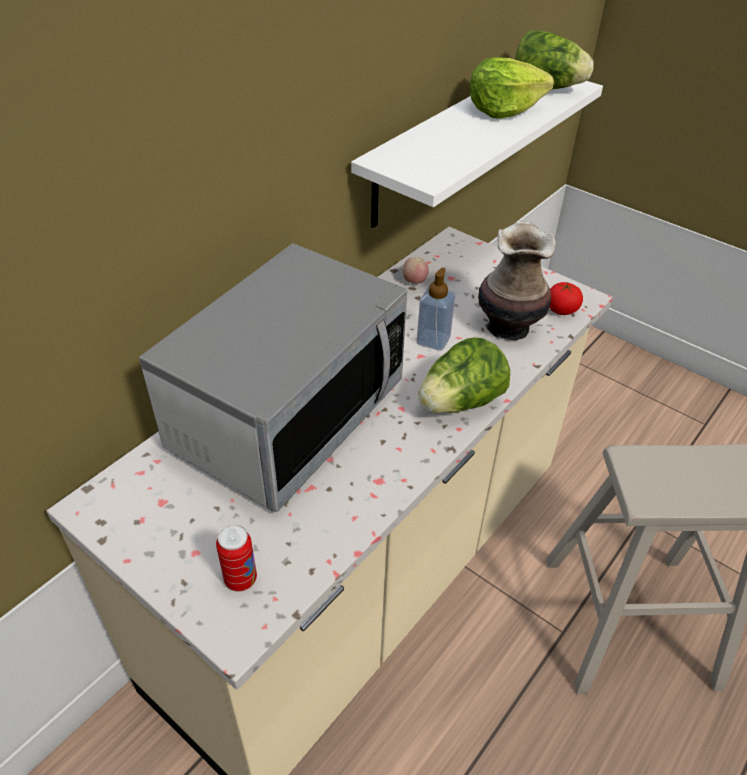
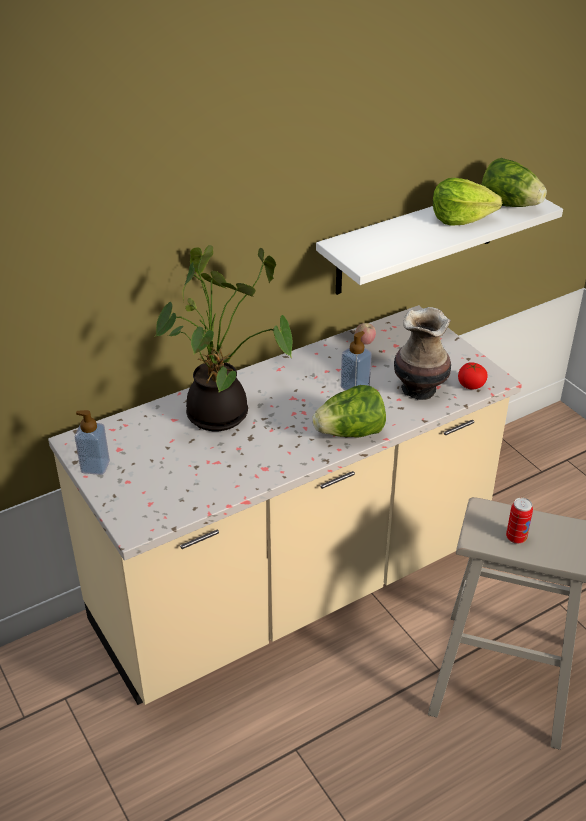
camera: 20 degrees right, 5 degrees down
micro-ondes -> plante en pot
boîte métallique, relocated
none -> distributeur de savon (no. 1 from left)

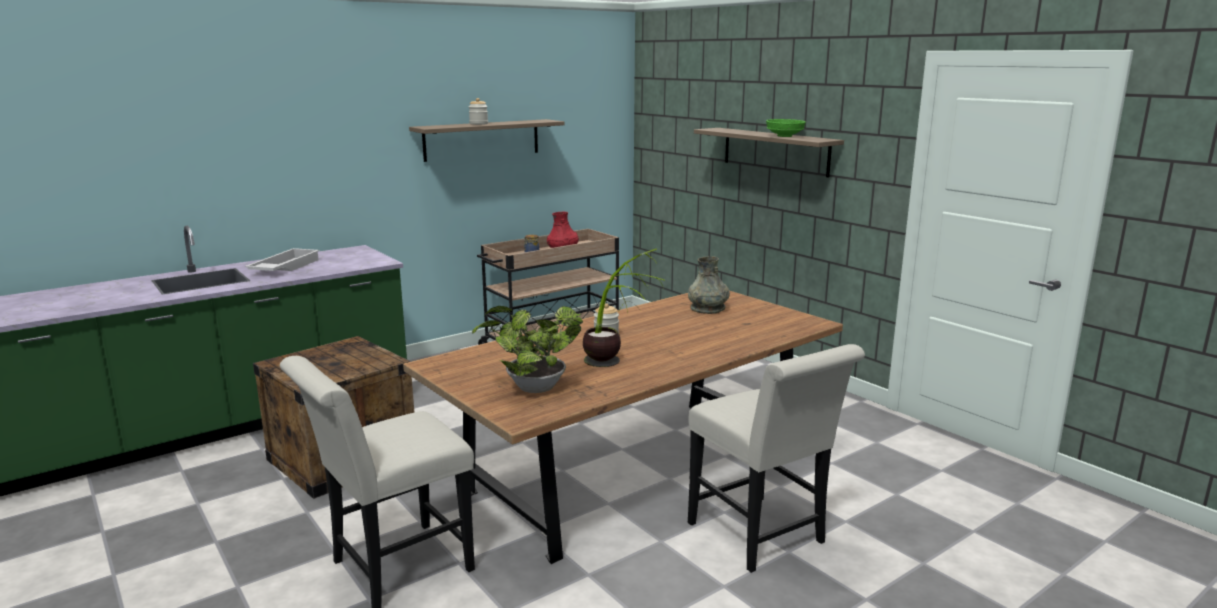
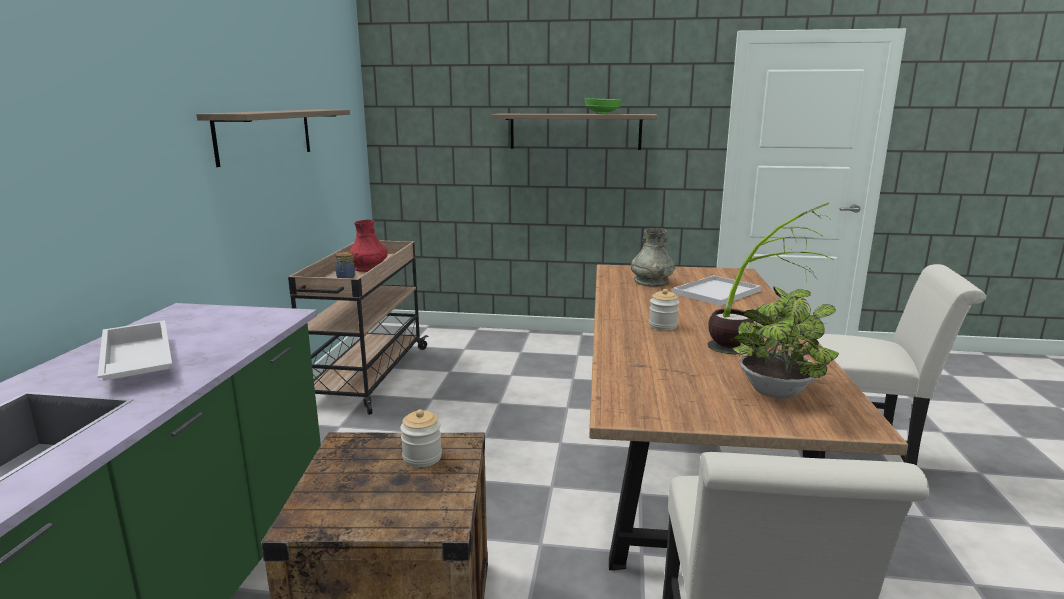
camera: 45 degrees left, 0 degrees up
bocal (no. 1 from left in the first image) -> bocal (no. 2 from left), relocated
none -> plateau/blanc (no. 2 from left)

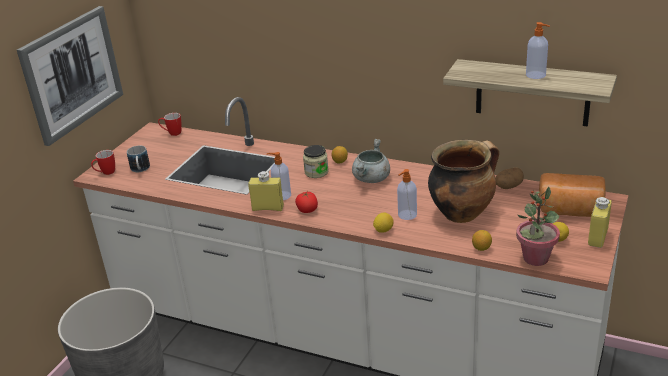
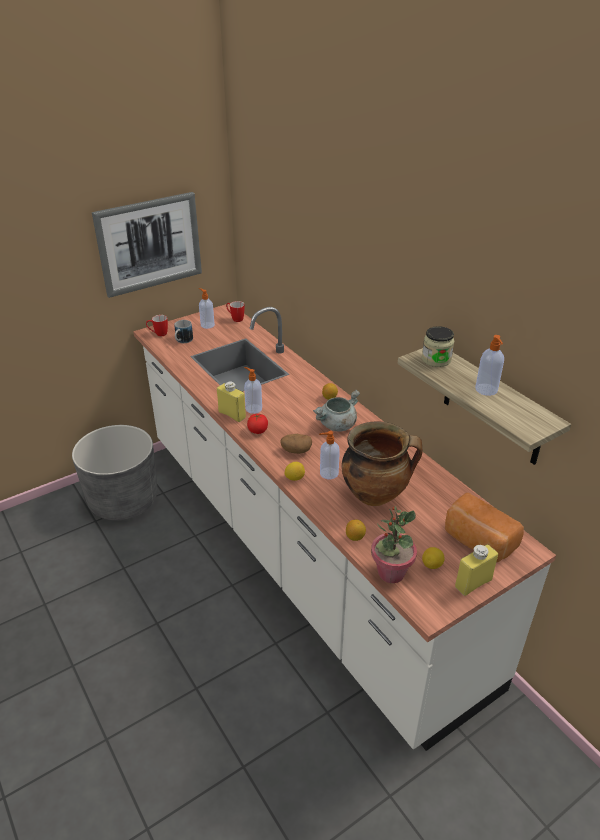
camera: 30 degrees right, 5 degrees up
bocal, relocated
pomme de terre, relocated
none -> distributeur de savon (no. 1 from left)

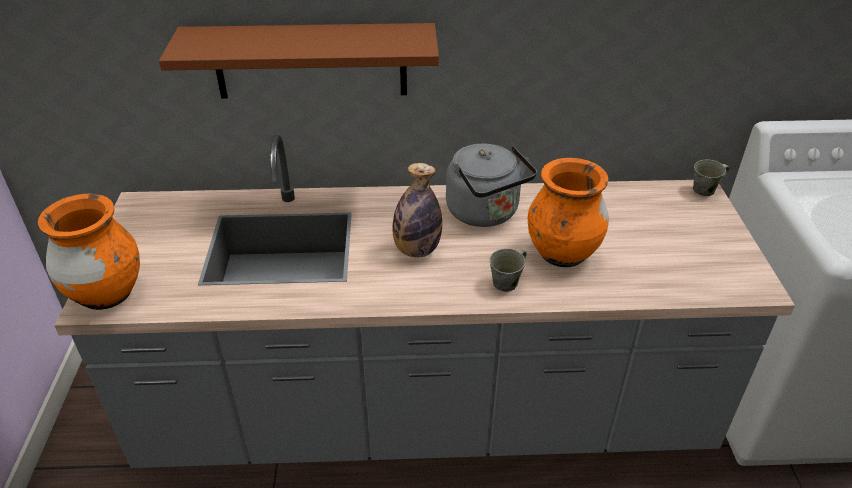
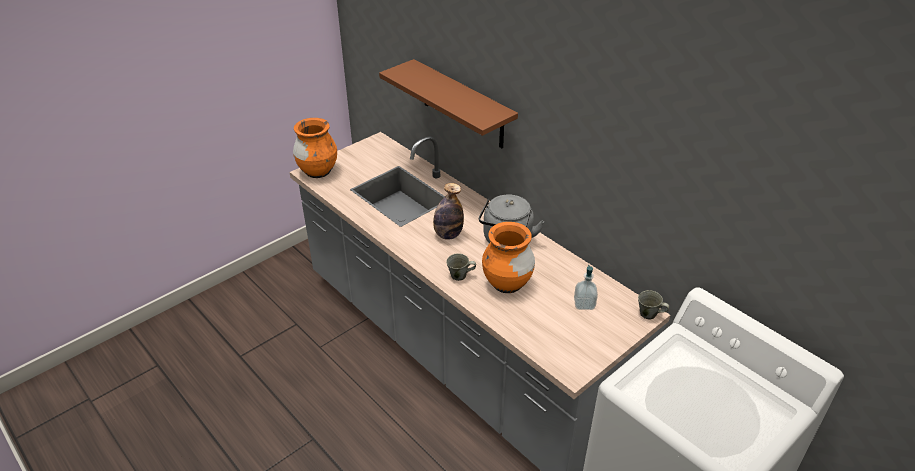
camera: 50 degrees right, 0 degrees up
none -> distributeur de savon

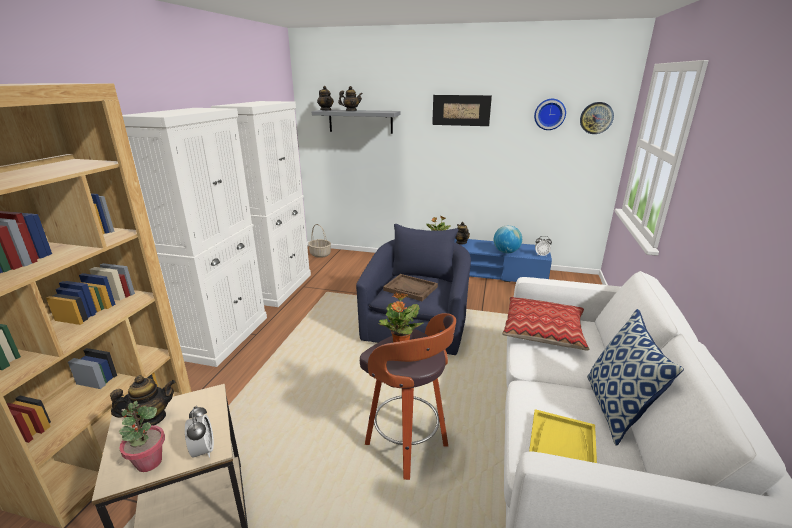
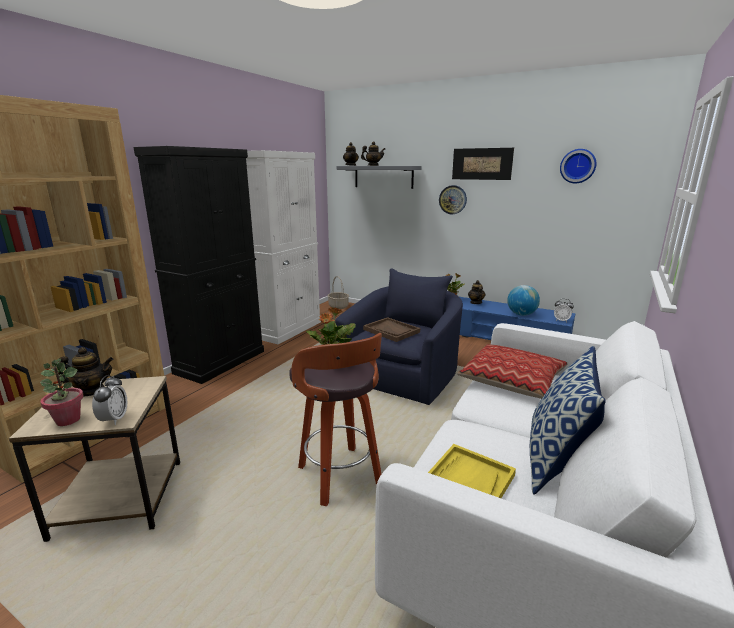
camera: 15 degrees right, 5 degrees down
meuble de rangement/blanc (no. 1 from left) -> meuble de rangement/noir
horloge murale (no. 2 from left in the first image) -> horloge murale (no. 1 from left), relocated

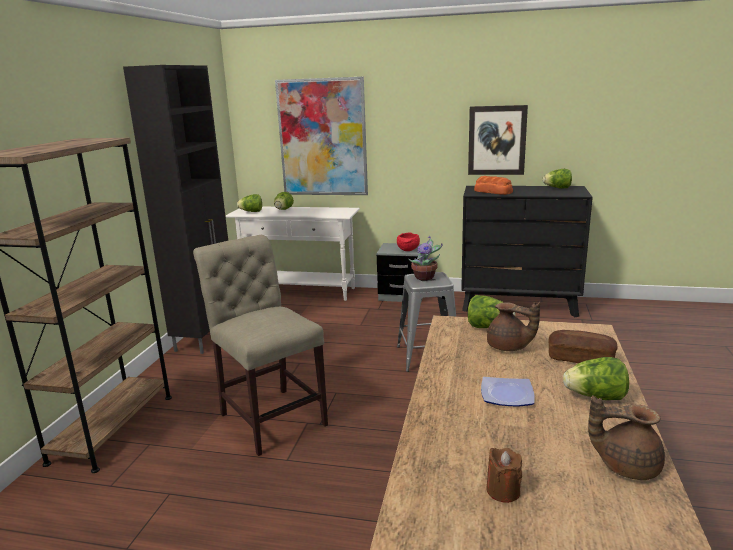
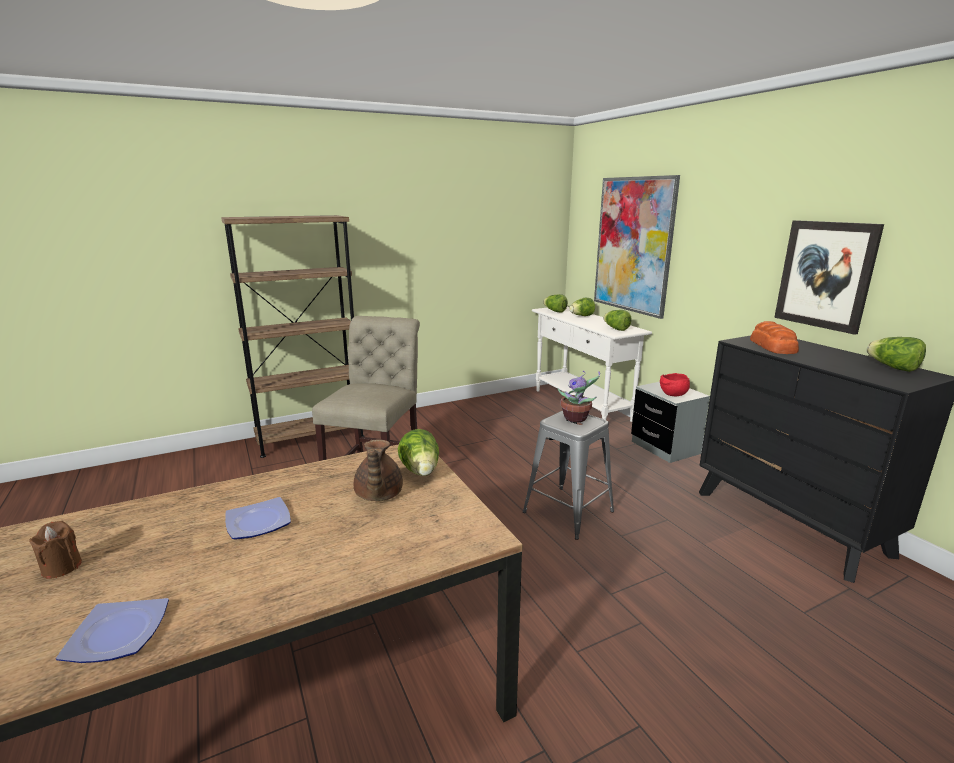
camera: 50 degrees right, 0 degrees up
meuble de rangement/noir -> none
pain (no. 2 from left) -> none
laitue (no. 5 from left in the first image) -> laitue (no. 4 from left), relocated
théière/marron (no. 2 from left) -> assiette (no. 1 from left)

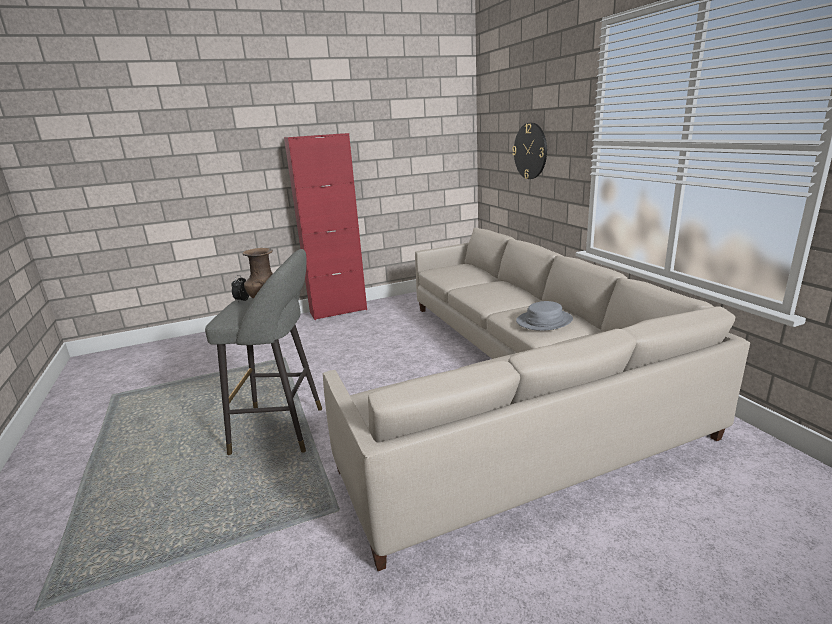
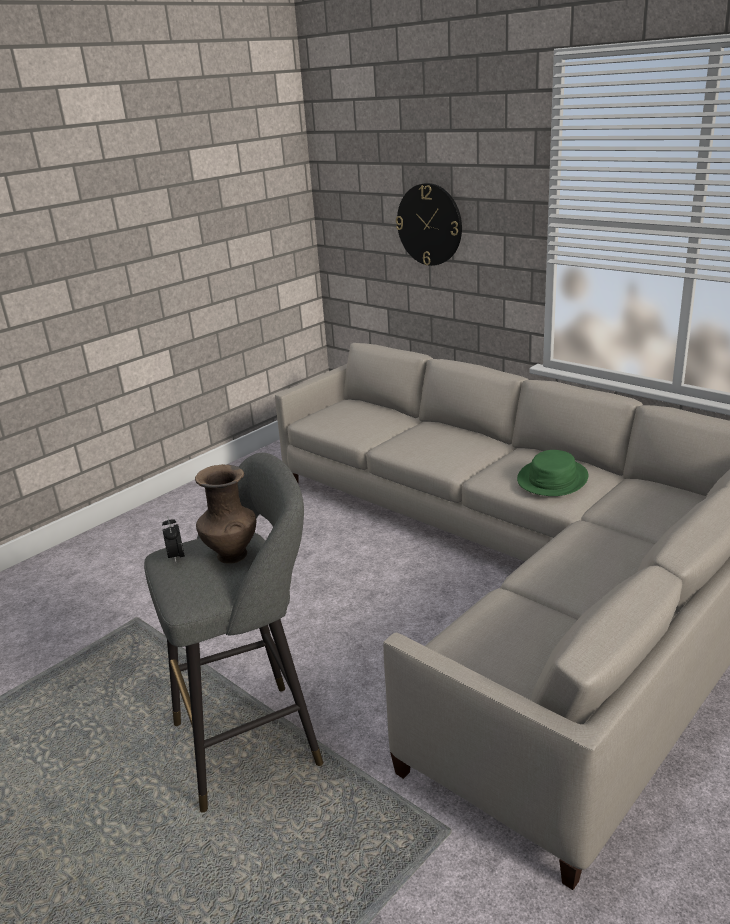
camera: 25 degrees left, 5 degrees up
meuble de rangement/rouge -> none
chapeau/gris -> chapeau/vert

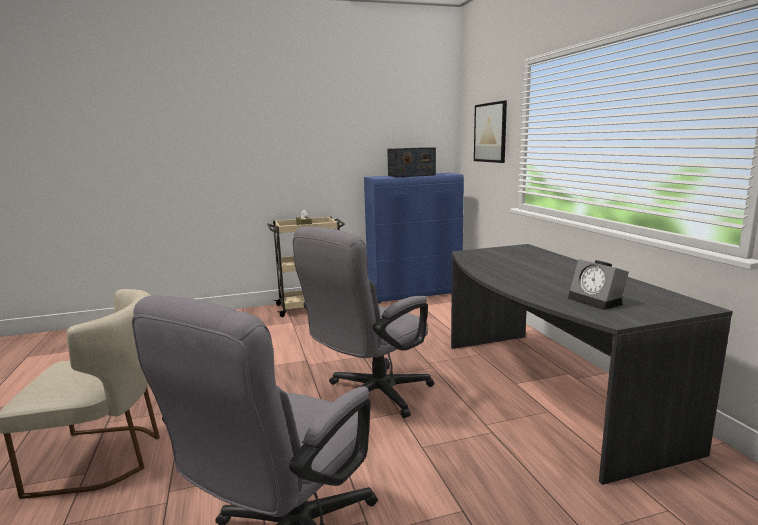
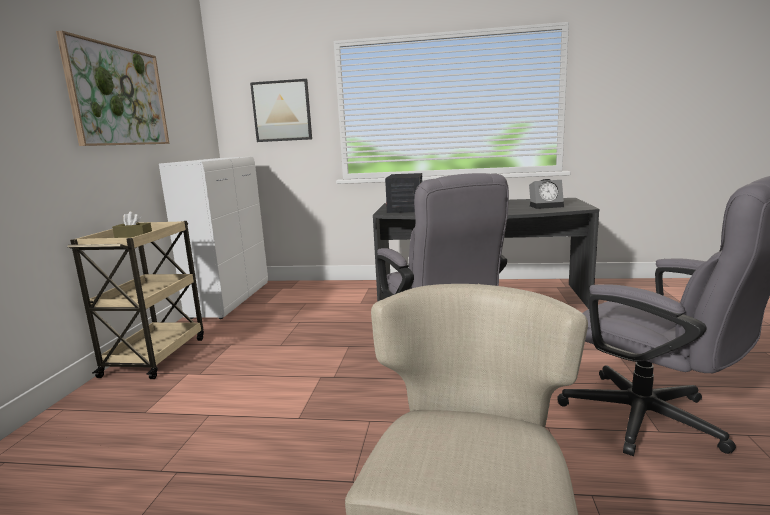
camera: 65 degrees left, 0 degrees up
meuble de rangement/bleu -> meuble de rangement/blanc
radio, relocated
none -> tableau (no. 1 from left)

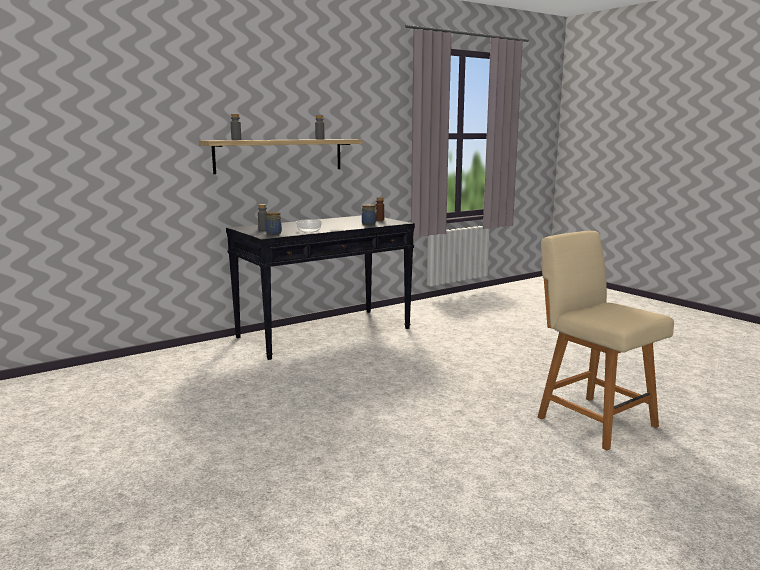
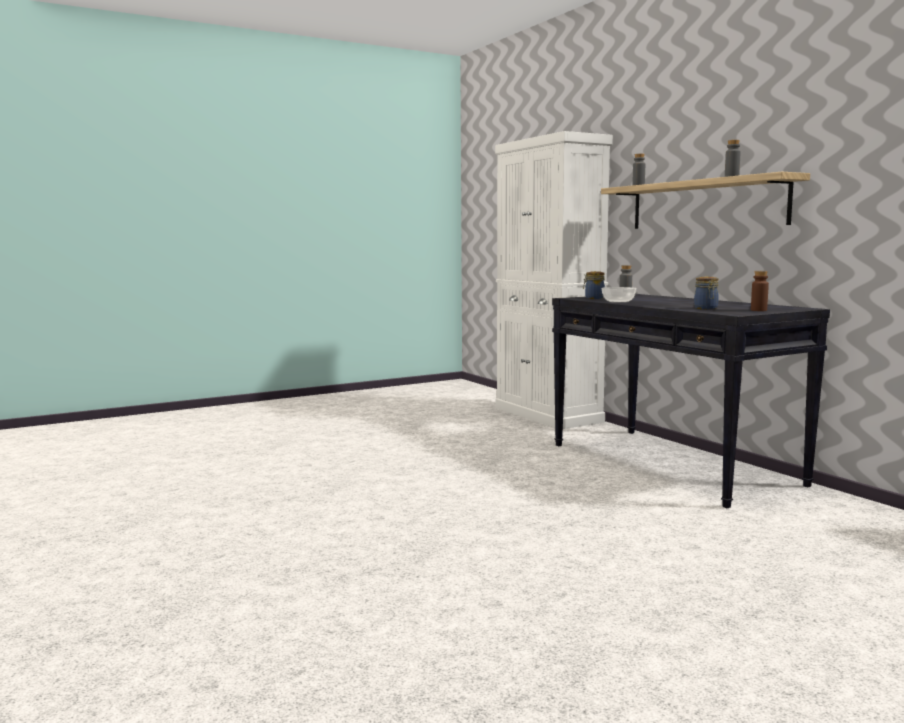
camera: 95 degrees right, 5 degrees down
chaise/beige -> none
none -> meuble de rangement/blanc

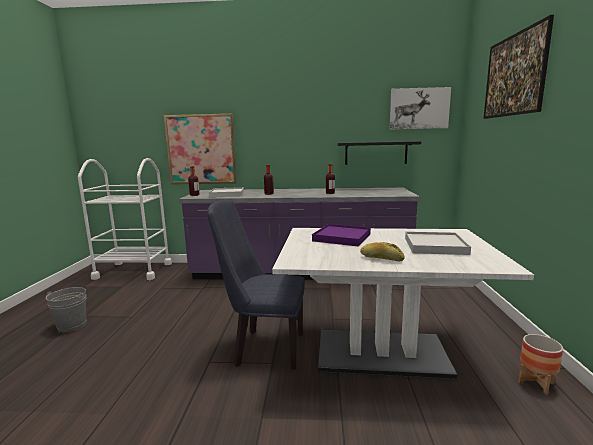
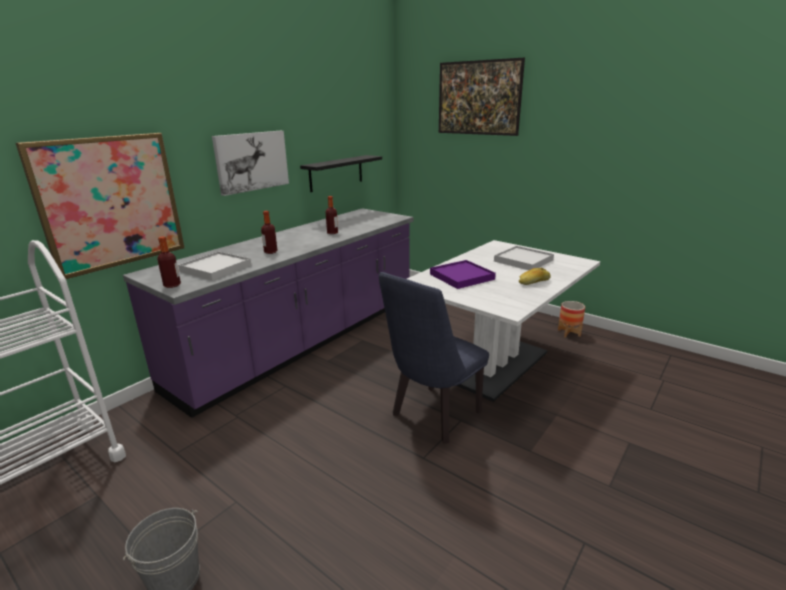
camera: 55 degrees left, 10 degrees up
tableau (no. 2 from left), relocated

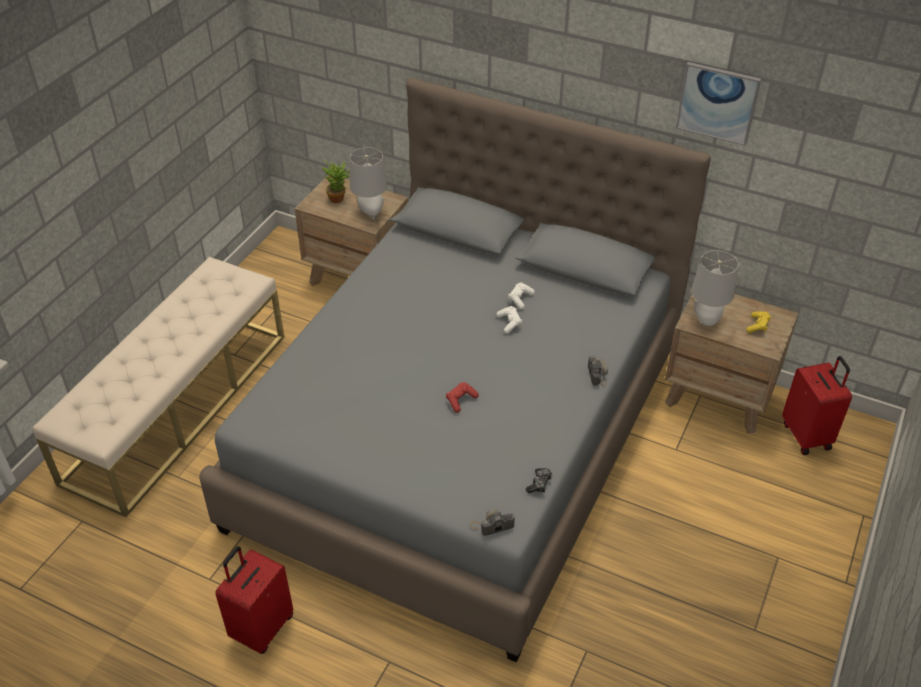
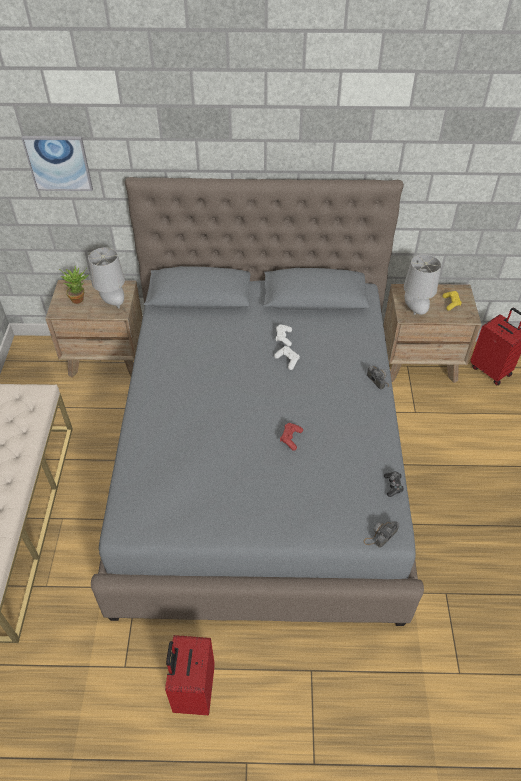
camera: 25 degrees left, 5 degrees up
tableau, relocated

